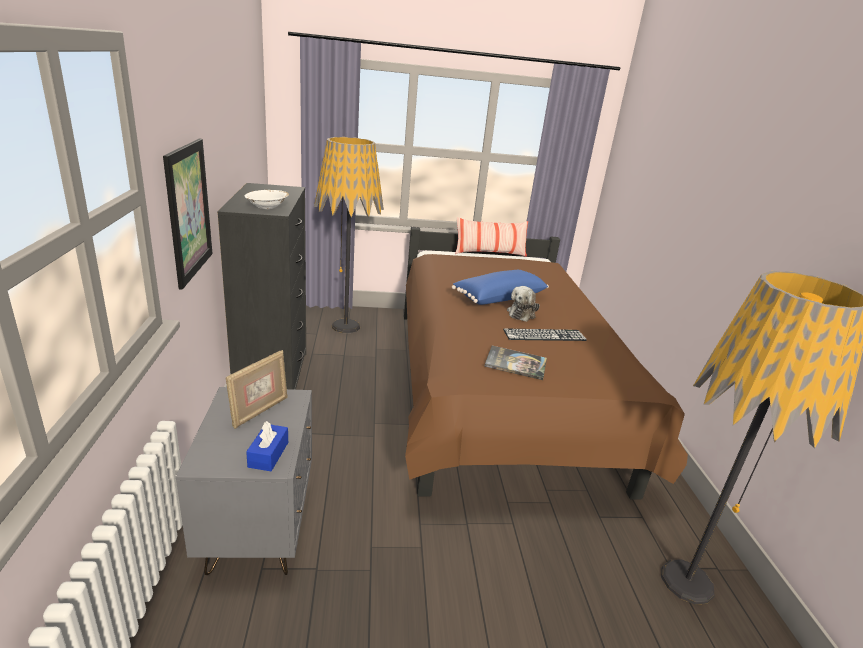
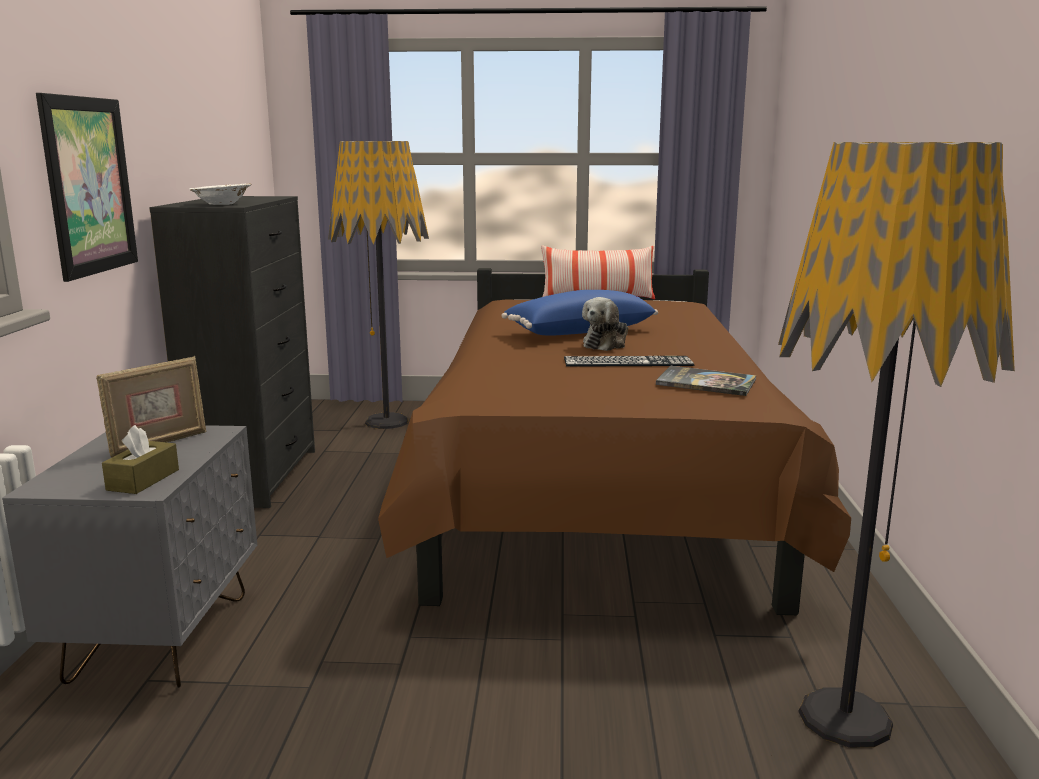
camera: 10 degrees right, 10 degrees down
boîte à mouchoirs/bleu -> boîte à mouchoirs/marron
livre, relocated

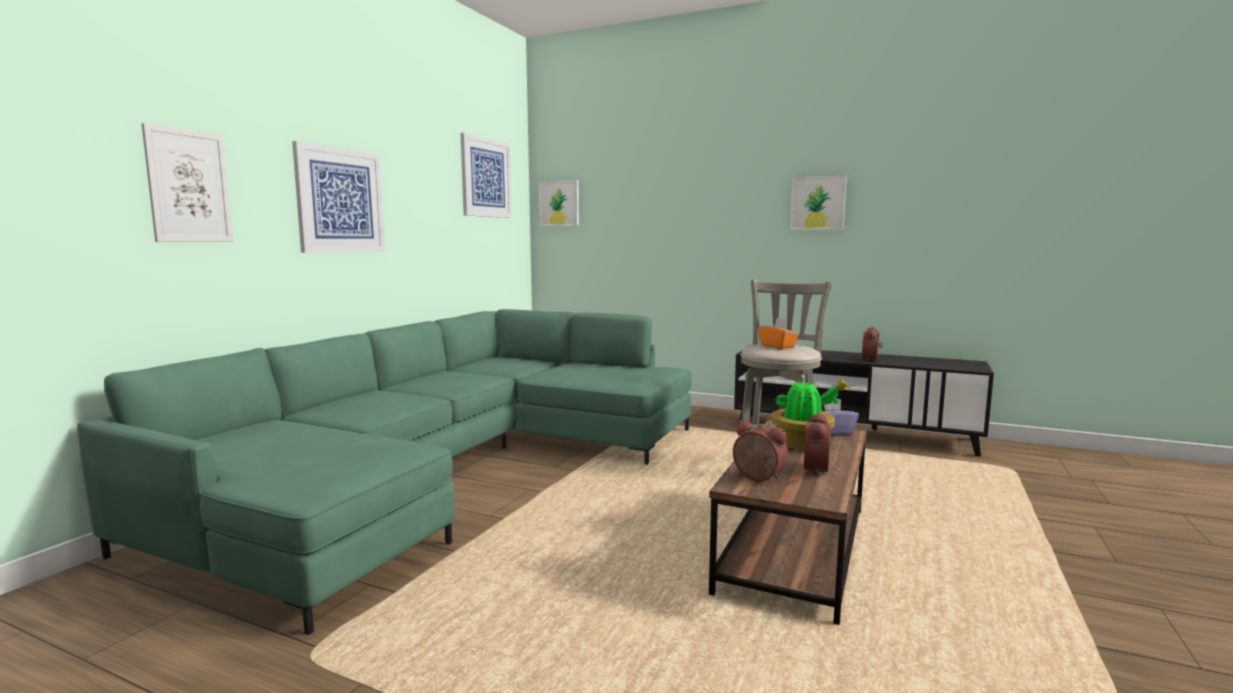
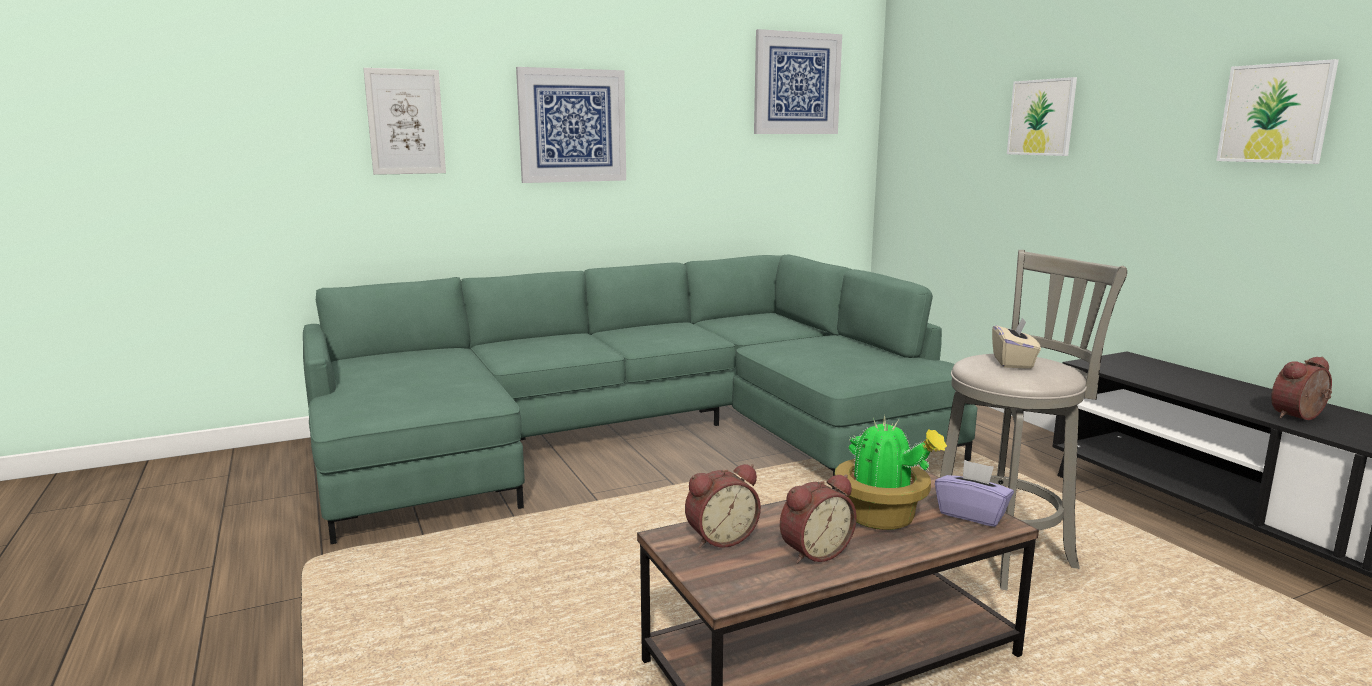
camera: 40 degrees right, 5 degrees up
tableau (no. 4 from left), relocated
réveil (no. 1 from left), 75 degrees clockwise
boîte à mouchoirs/orange -> boîte à mouchoirs/beige

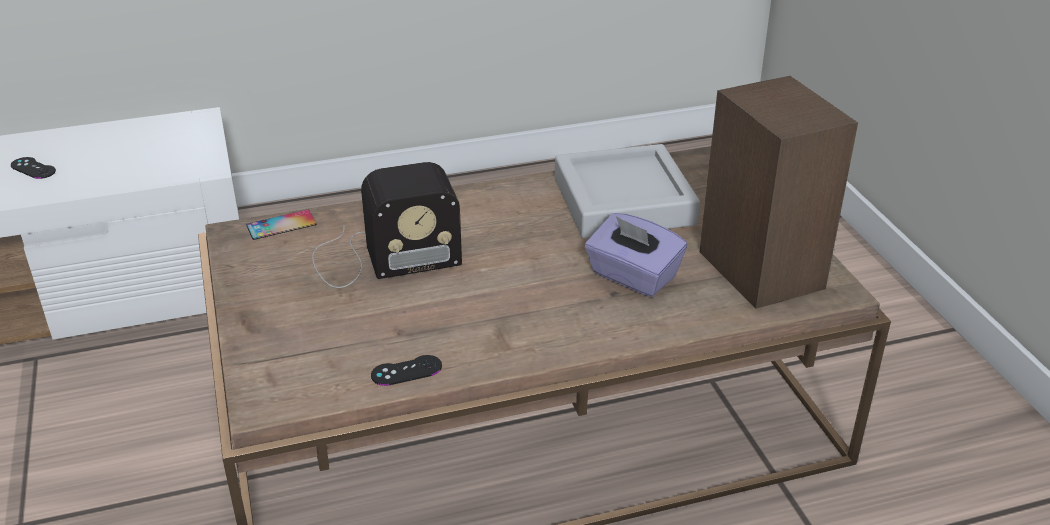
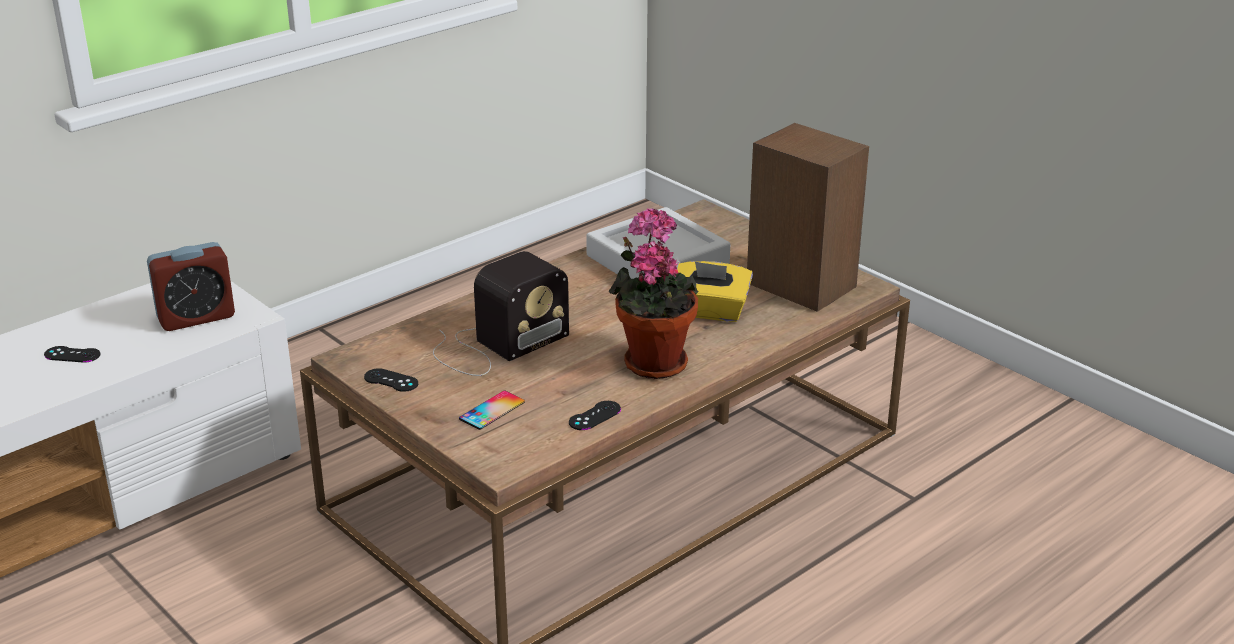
camera: 25 degrees left, 5 degrees down
téléphone, relocated
boîte à mouchoirs/violet -> boîte à mouchoirs/jaune
none -> réveil
none -> manette/noir (no. 2 from left)
none -> plante en pot

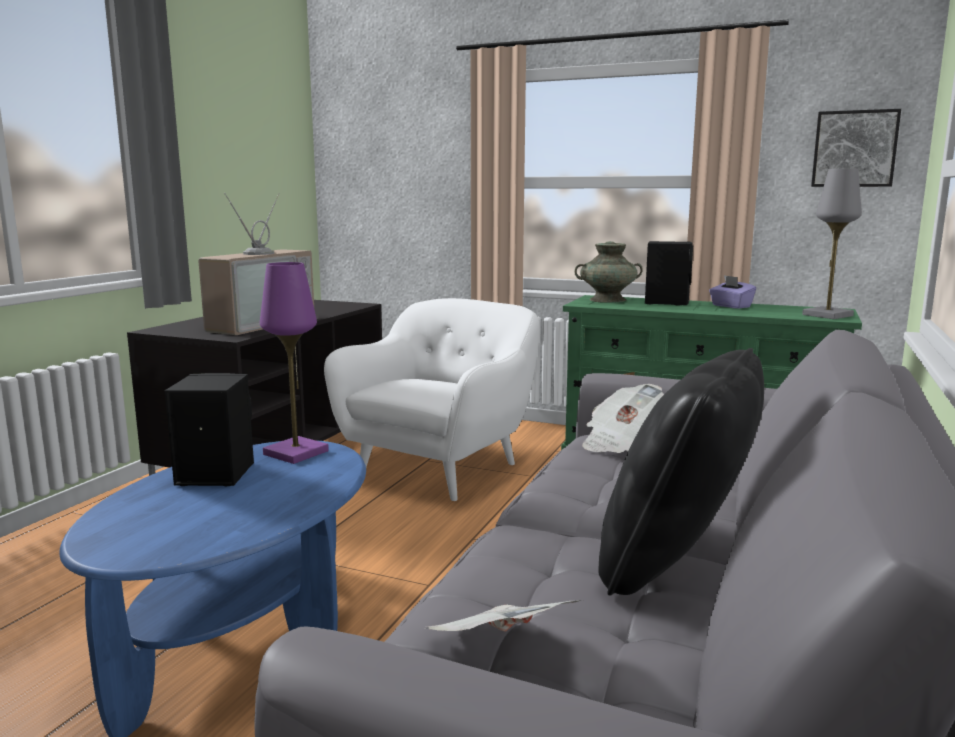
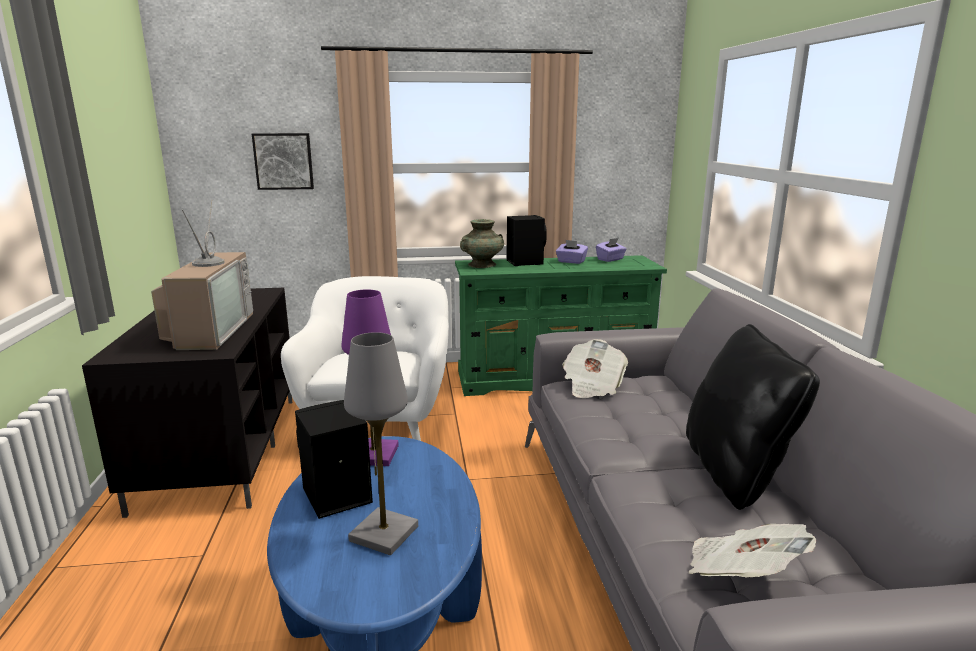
camera: 30 degrees left, 5 degrees up
lampe de table/gris, relocated
tableau, relocated
none -> boîte à mouchoirs/violet (no. 2 from left)

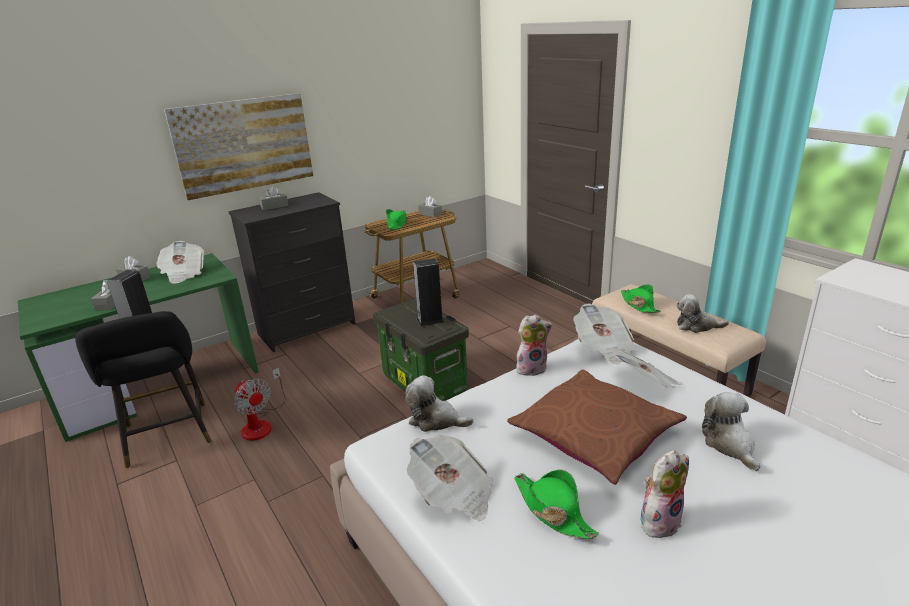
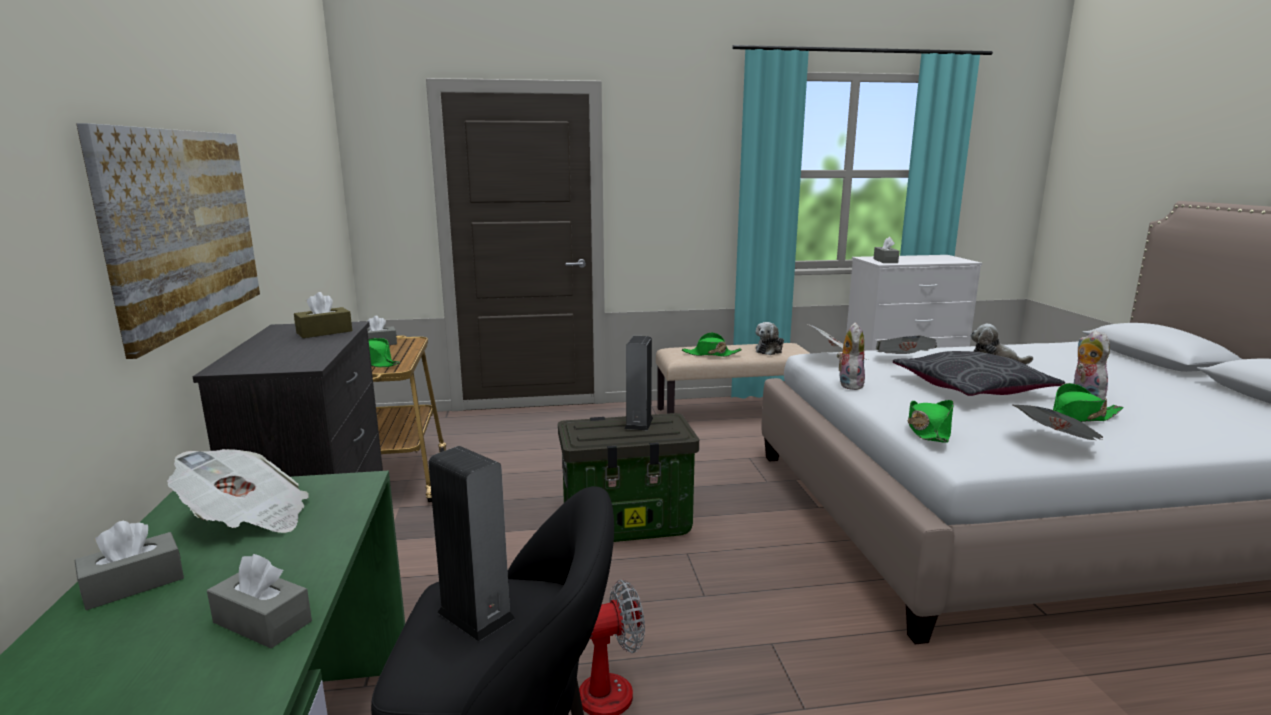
camera: 65 degrees left, 10 degrees down
boîte à mouchoirs/gris (no. 3 from left in the first image) -> boîte à mouchoirs/gris (no. 4 from left), relocated
peluche (no. 1 from left) -> chapeau/vert (no. 3 from left)
coussin/marron -> coussin/gris
none -> boîte à mouchoirs/marron

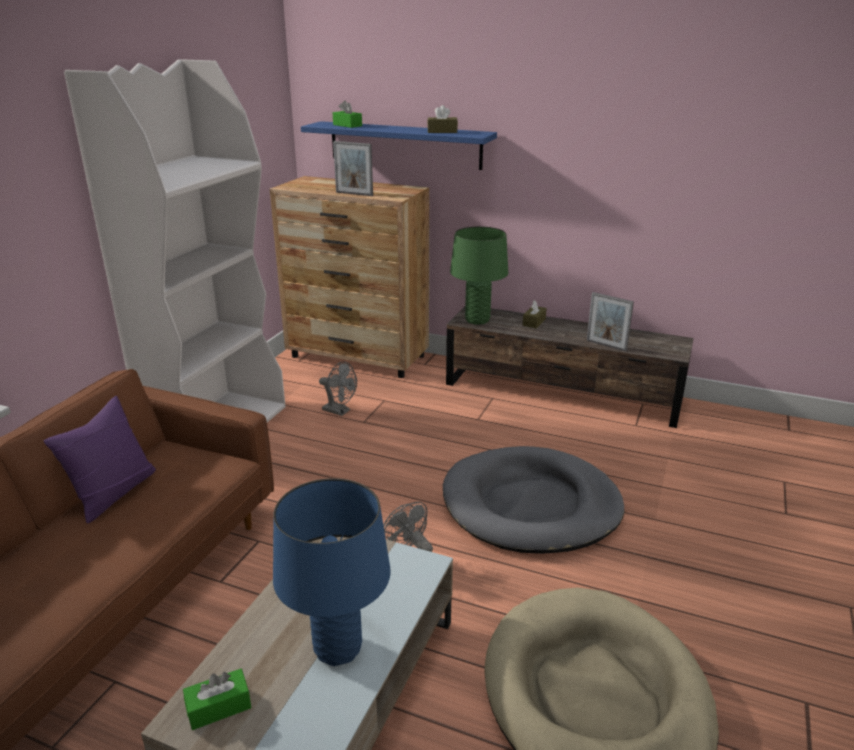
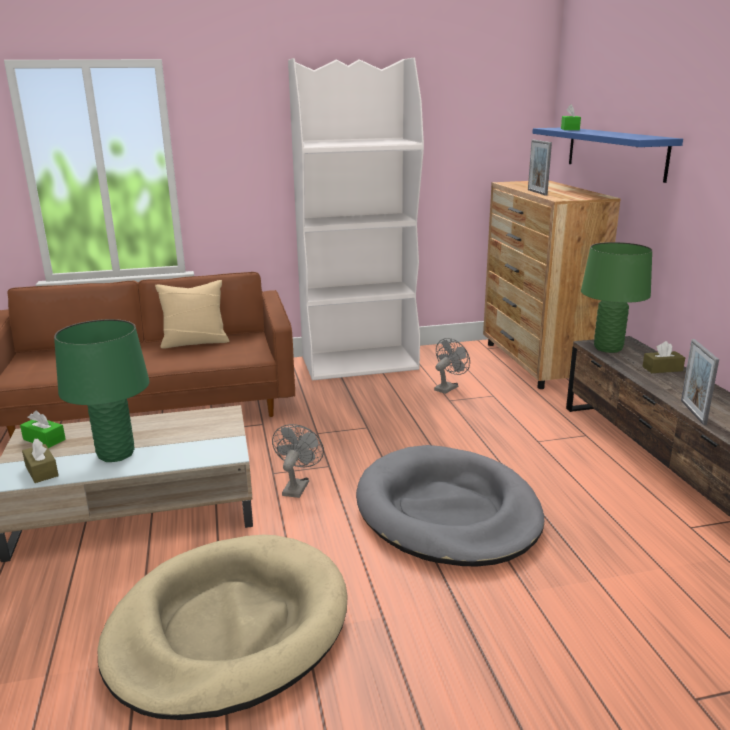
camera: 55 degrees right, 5 degrees down
coussin/violet -> coussin/beige
lampe de table/bleu -> lampe de table/vert (no. 1 from left)
ventilateur/gris (no. 1 from left in the first image) -> ventilateur/gris (no. 2 from left), 135 degrees counterclockwise
boîte à mouchoirs/marron (no. 1 from left), relocated

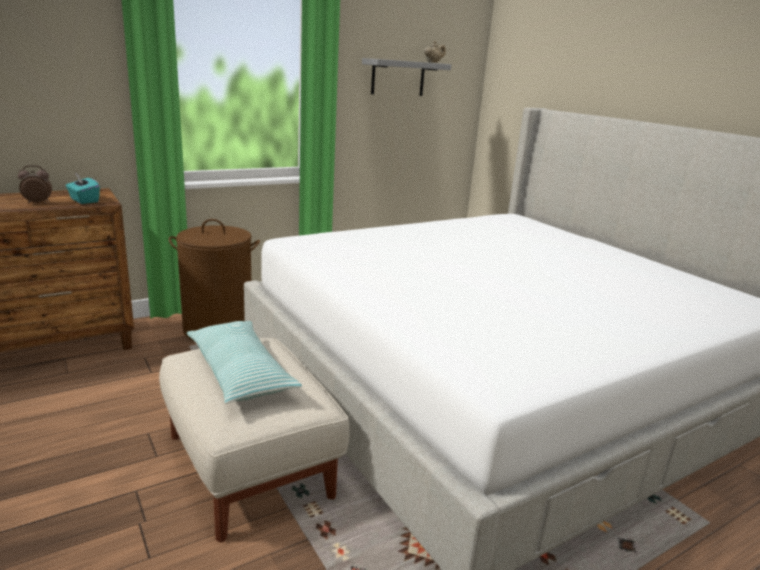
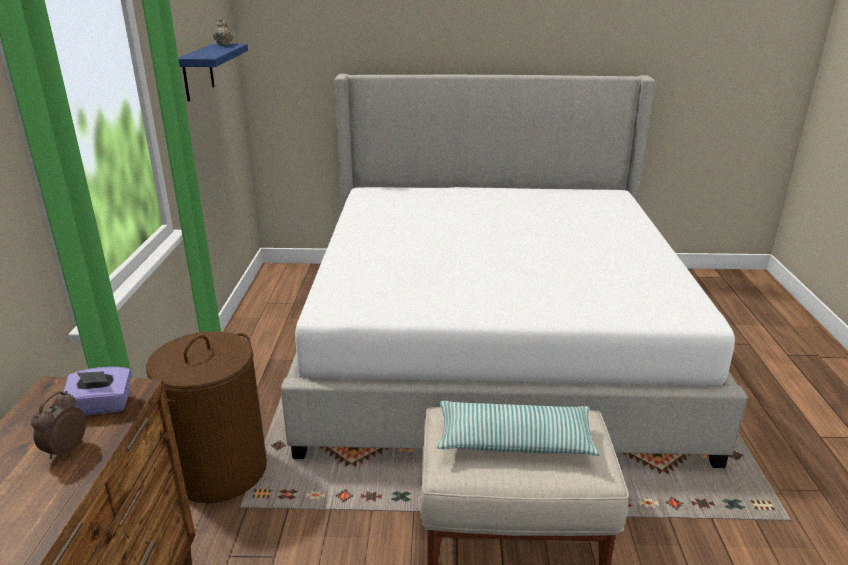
camera: 55 degrees left, 5 degrees up
boîte à mouchoirs/turquoise -> boîte à mouchoirs/violet
étagère/gris -> étagère/bleu

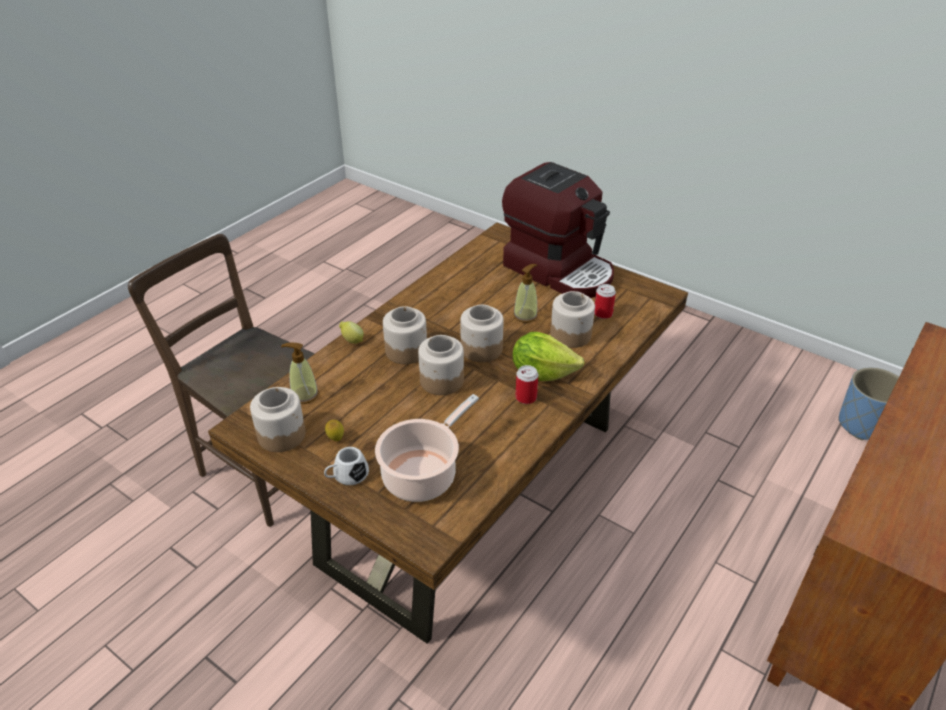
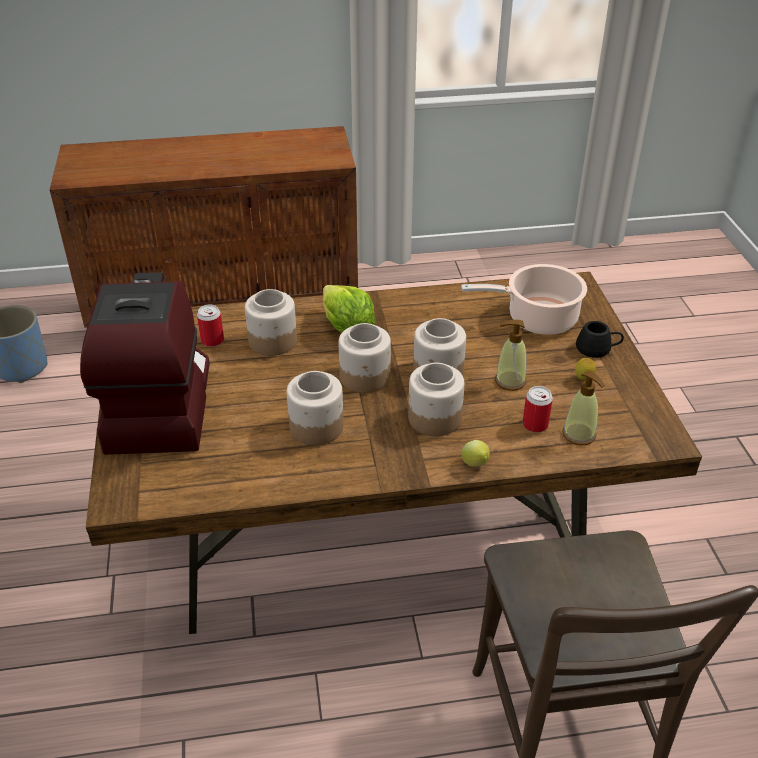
camera: 135 degrees left, 0 degrees up
bocal (no. 1 from left in the first image) -> bocal (no. 2 from left), relocated
mug/blanc -> mug/noir
distributeur de savon (no. 2 from left in the first image) -> distributeur de savon (no. 1 from left), relocated
boîte métallique (no. 1 from left in the first image) -> boîte métallique (no. 2 from left), relocated

